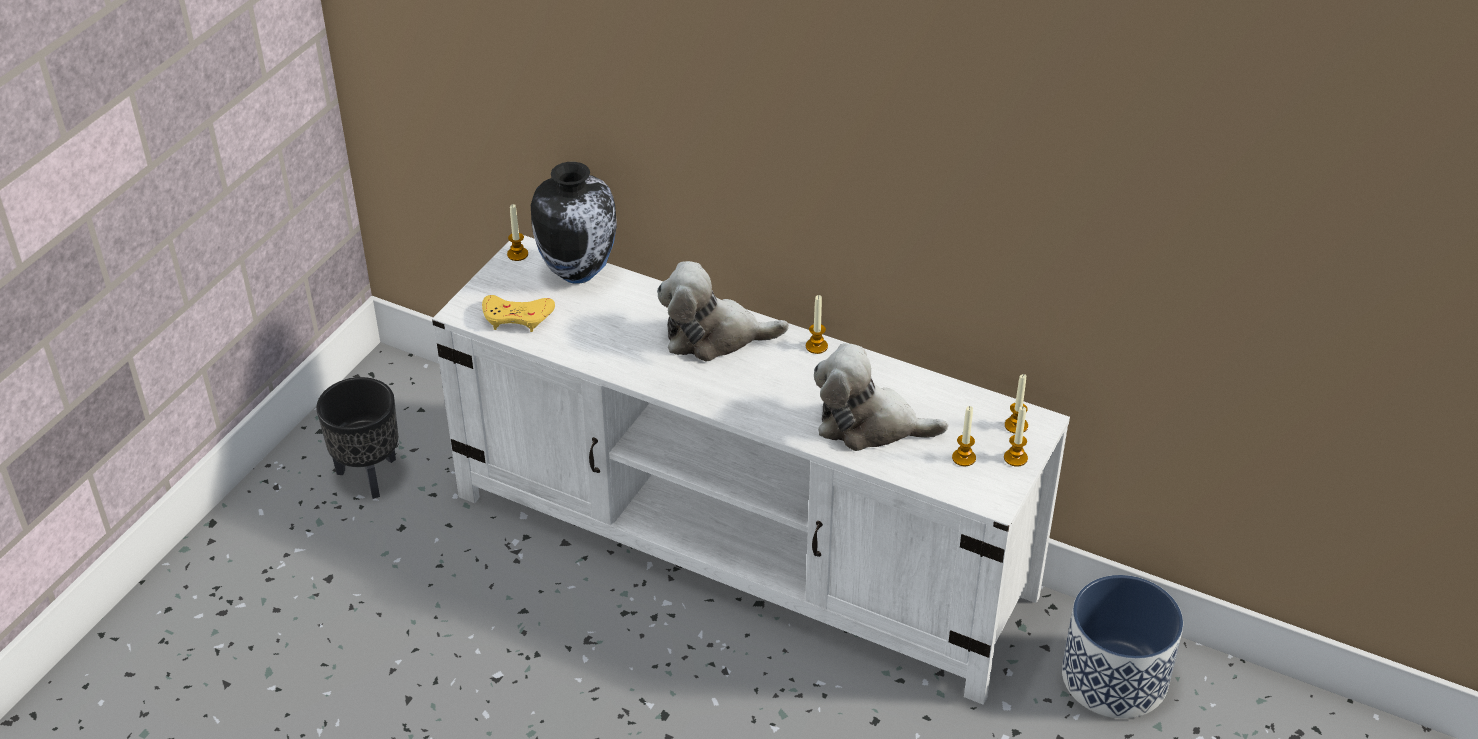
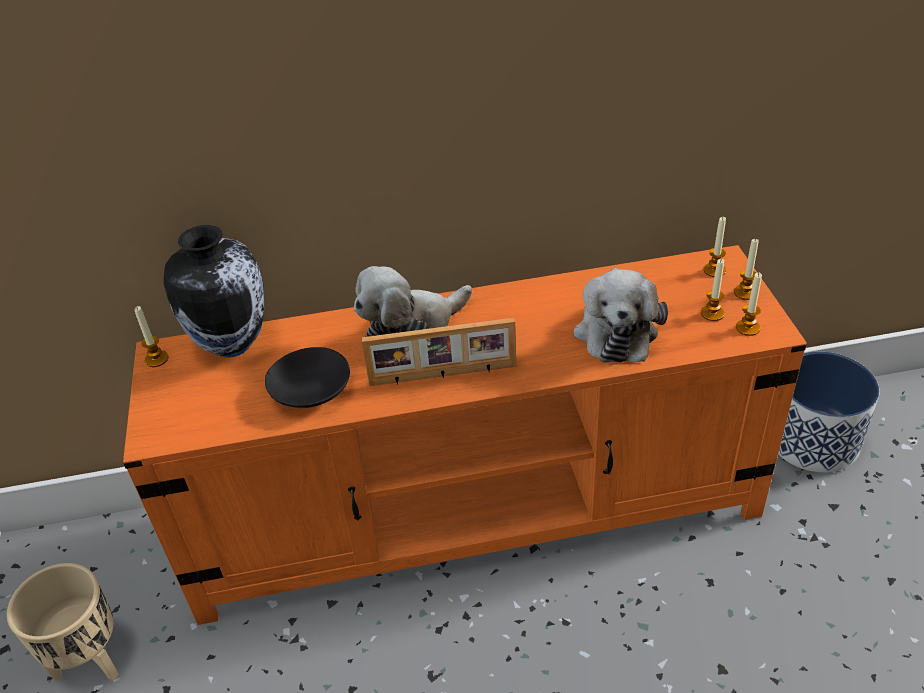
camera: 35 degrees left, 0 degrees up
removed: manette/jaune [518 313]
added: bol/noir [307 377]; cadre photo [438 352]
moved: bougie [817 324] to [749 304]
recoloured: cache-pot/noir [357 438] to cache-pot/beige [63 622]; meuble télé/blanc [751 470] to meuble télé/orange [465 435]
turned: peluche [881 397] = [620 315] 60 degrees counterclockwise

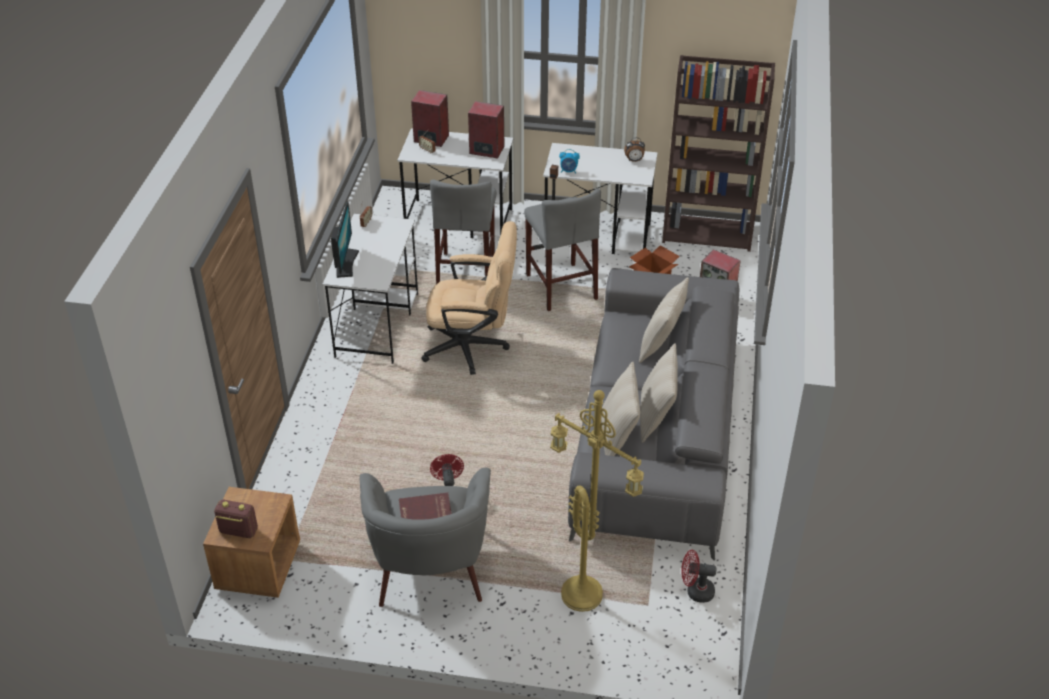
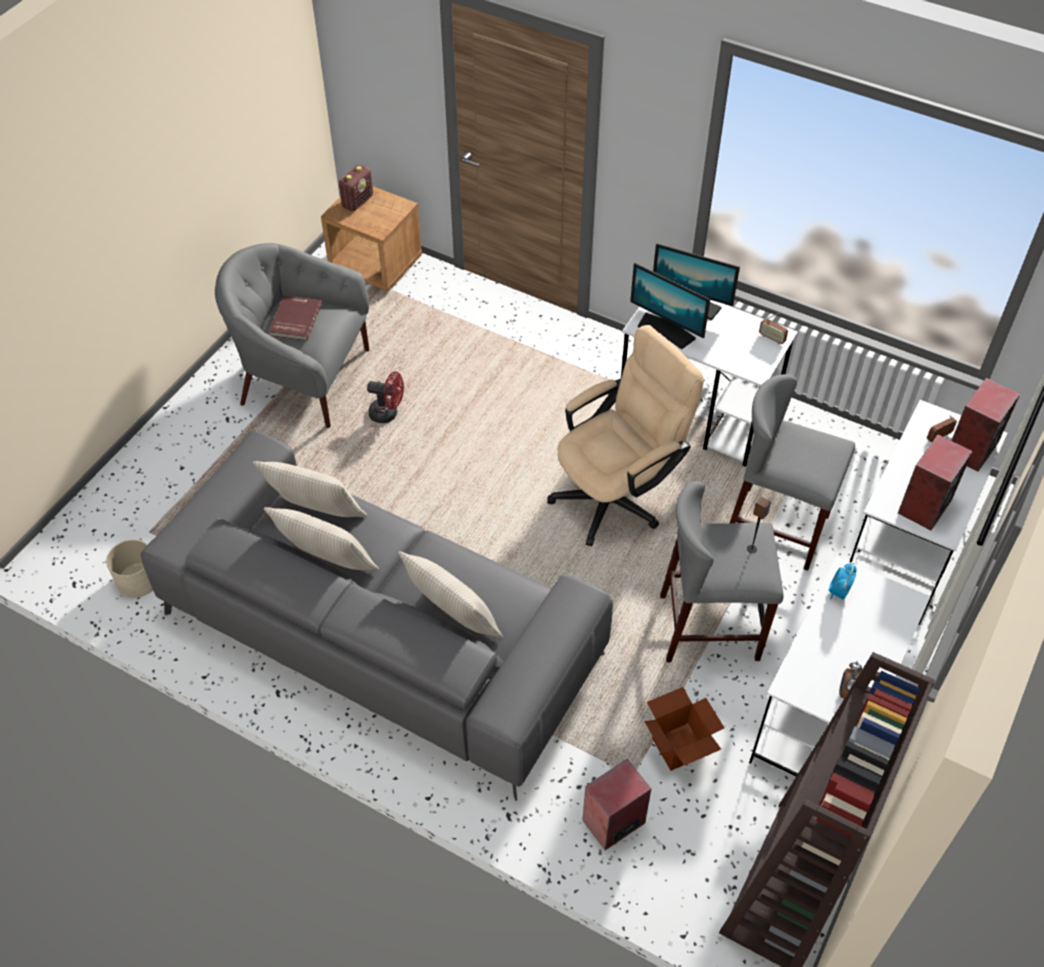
camera: 110 degrees right, 10 degrees up
removed: lampadaire/jaune [597 501]
added: écran d'ordinateur [670 306]
replaced: ventilateur/rouge [698 576] to cache-pot/beige [129 569]
turned: chaise de bureau/beige [469 298] = [625 435] 150 degrees counterclockwise

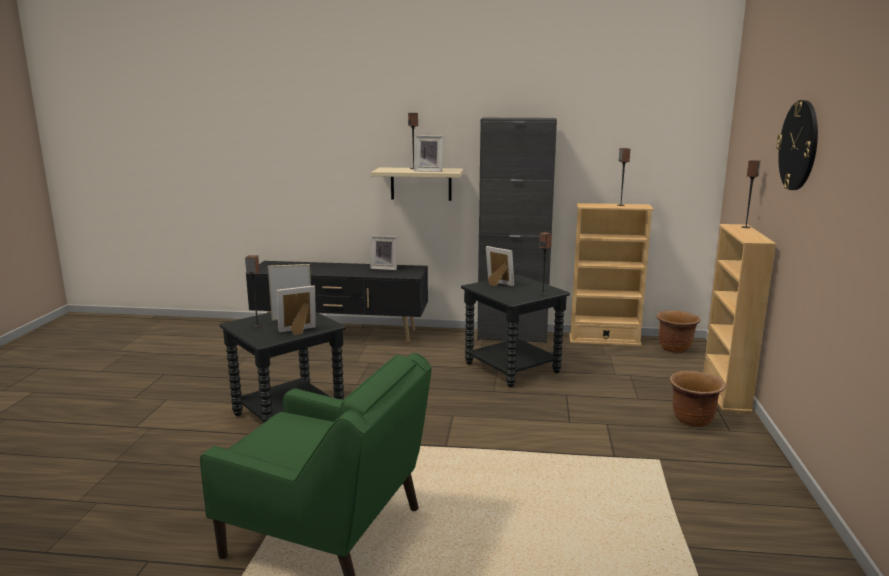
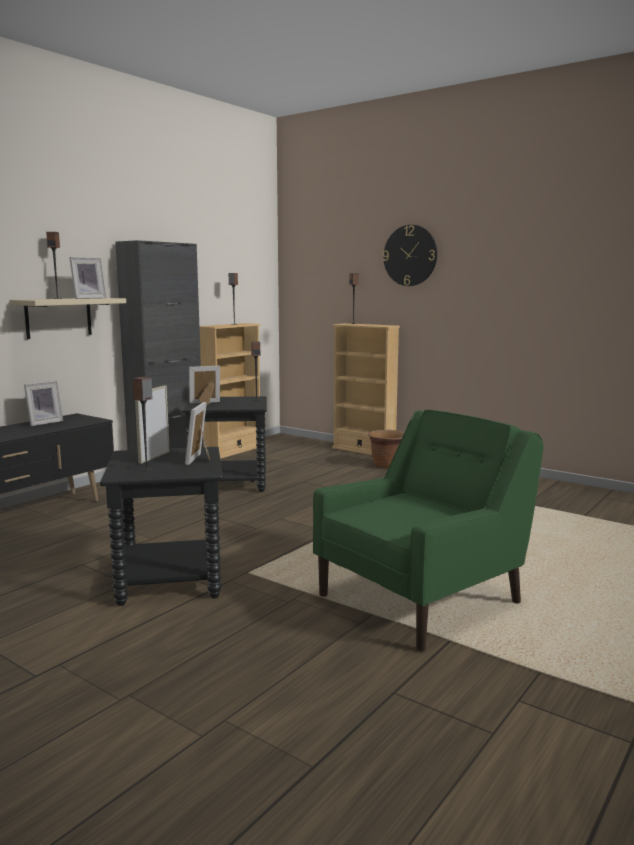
camera: 60 degrees left, 5 degrees down
removed: cache-pot/marron [679 331]

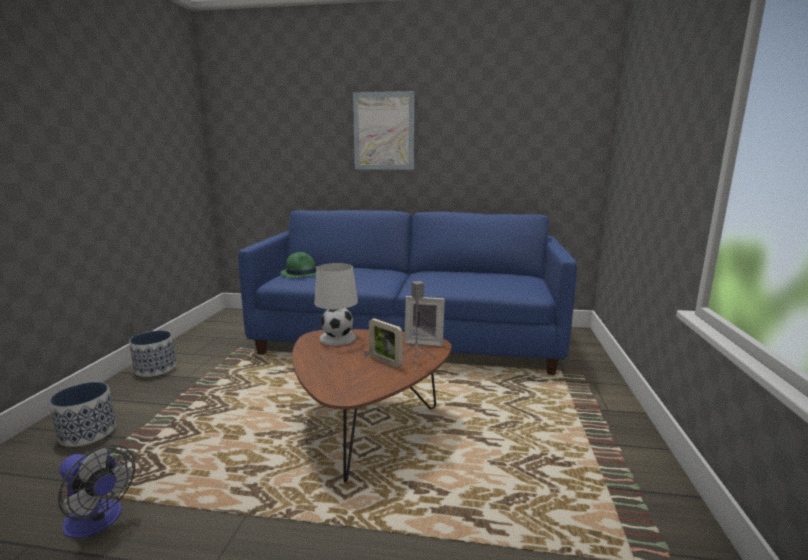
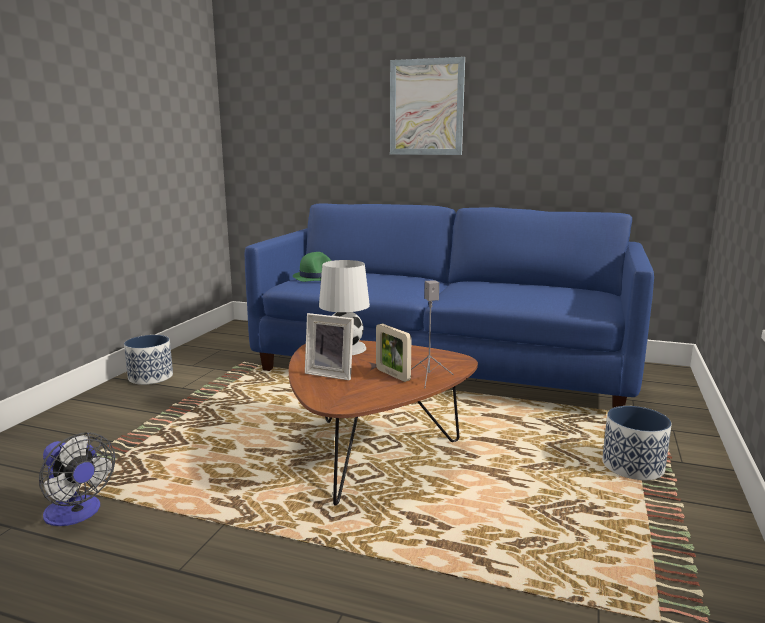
camera: 10 degrees right, 0 degrees up
moved: cadre photo [424 321] to [329 347]; cache-pot [82 414] to [637 443]

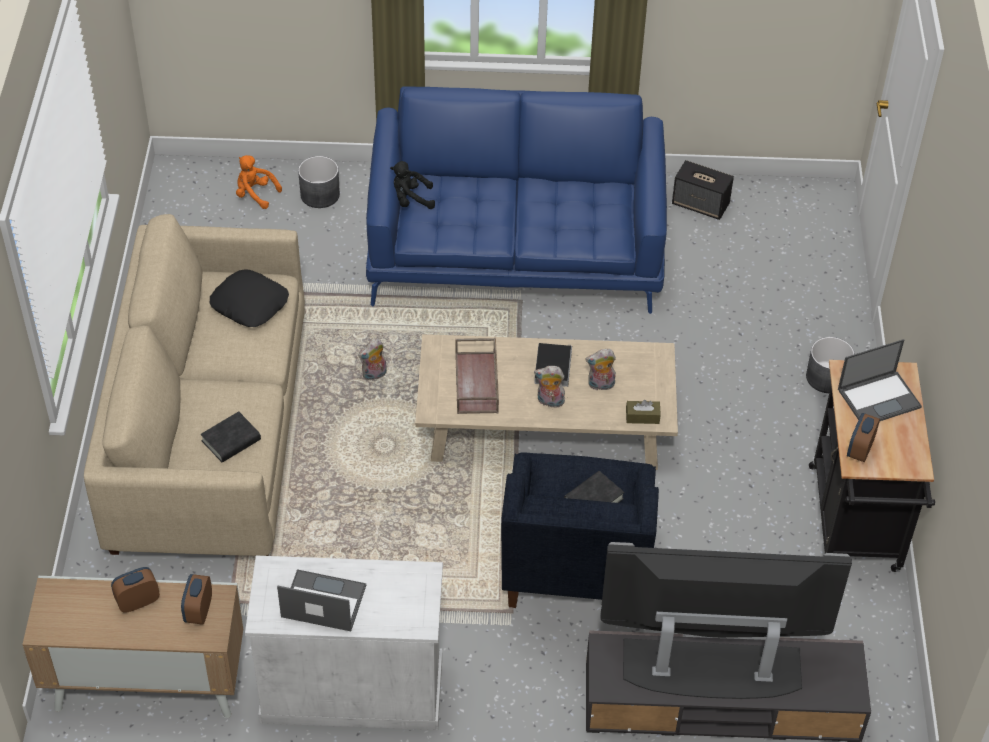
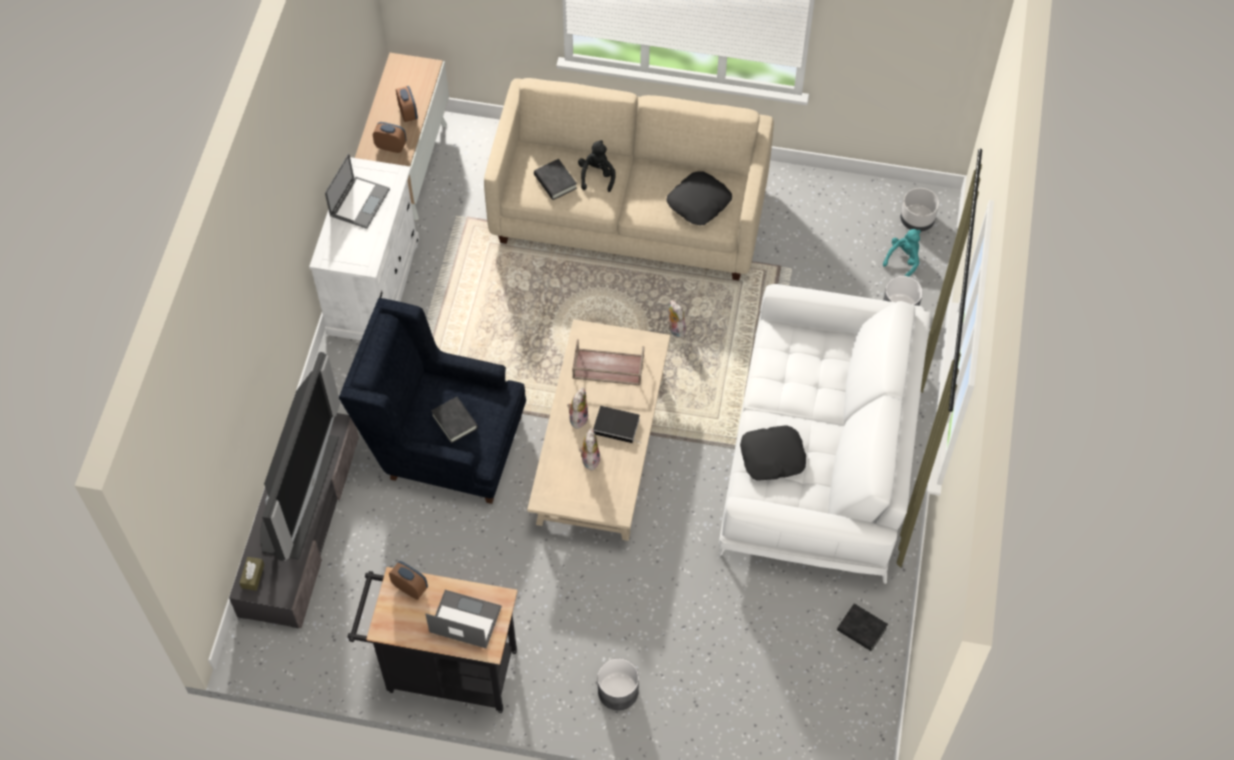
camera: 100 degrees right, 10 degrees up
added: coussin/noir [773 453]; cache-pot/gris [919 210]
moved: boîte à mouchoirs/marron [643 412] to [251 574]; peluche/noir [412 185] to [597 166]
replaced: enceinte [703 190] to livre/noir [862 627]
recoloured: canapé/bleu [516 200] to canapé/blanc [825 434]; peluche/orange [259 182] to peluche/turquoise [902 253]
turned: ordinateur portable [880 380] = [464 619] 120 degrees clockwise

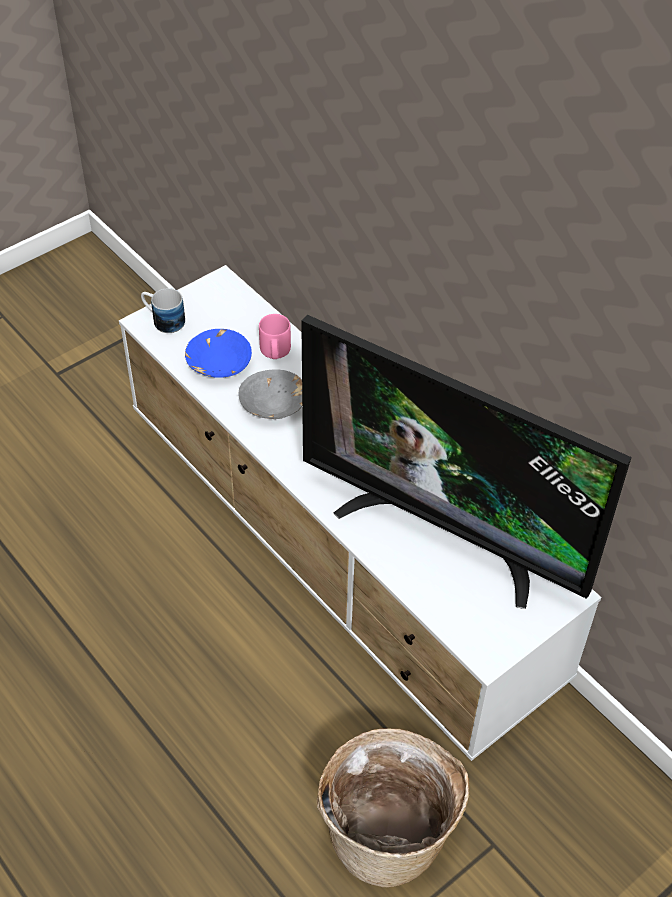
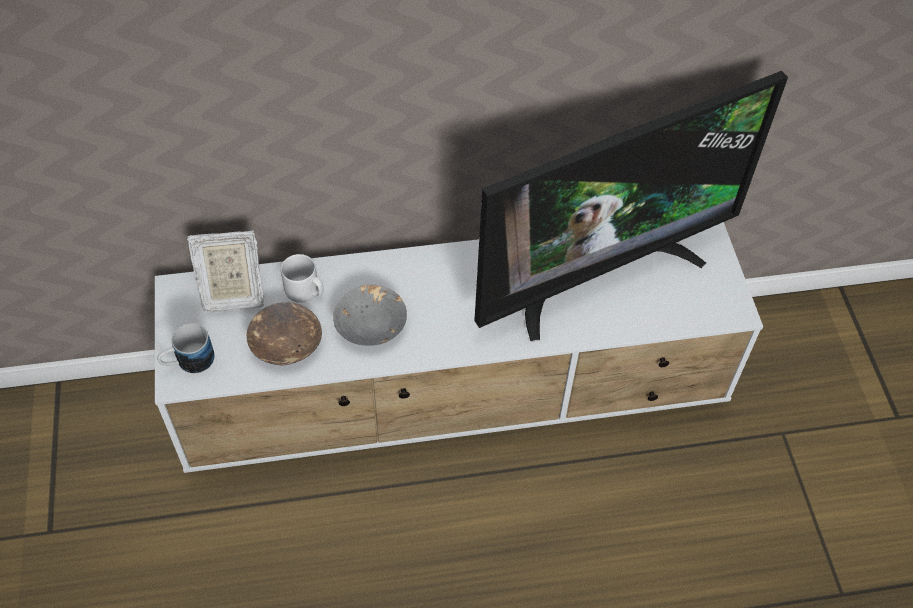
camera: 60 degrees left, 5 degrees up
removed: panier [393 807]
added: cadre photo [225 271]
recoloured: bol/bleu [218 353] to bol/marron [284 334]; mug/rose [275 336] to mug/gris [302 278]

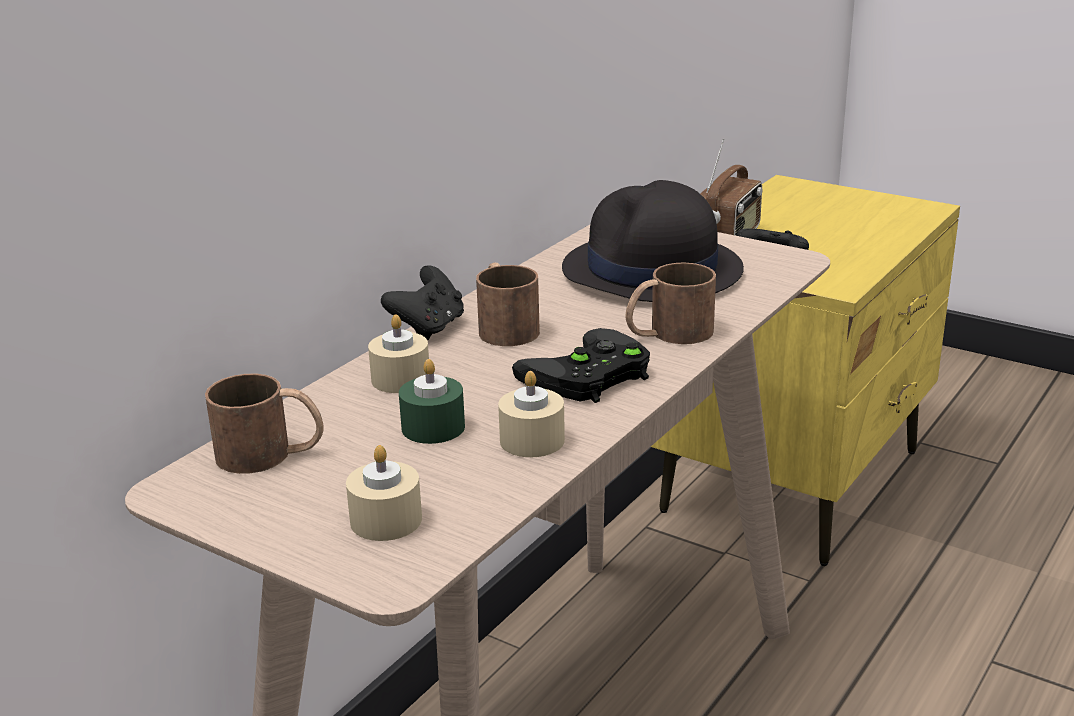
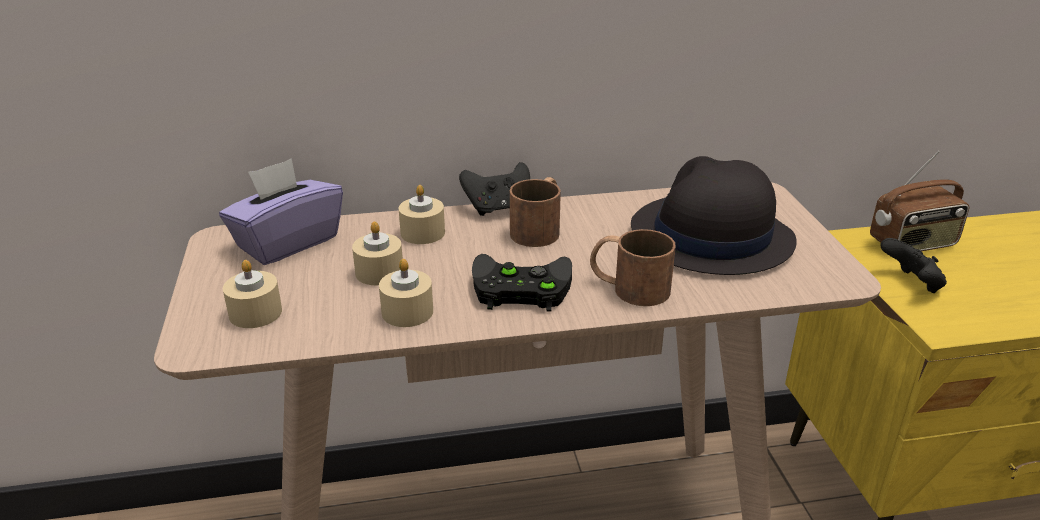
camera: 45 degrees right, 5 degrees up
replaced: mug/marron [264 424] to boîte à mouchoirs/violet [281 212]
recoloured: bougie/vert [432 401] to bougie/beige [377 253]

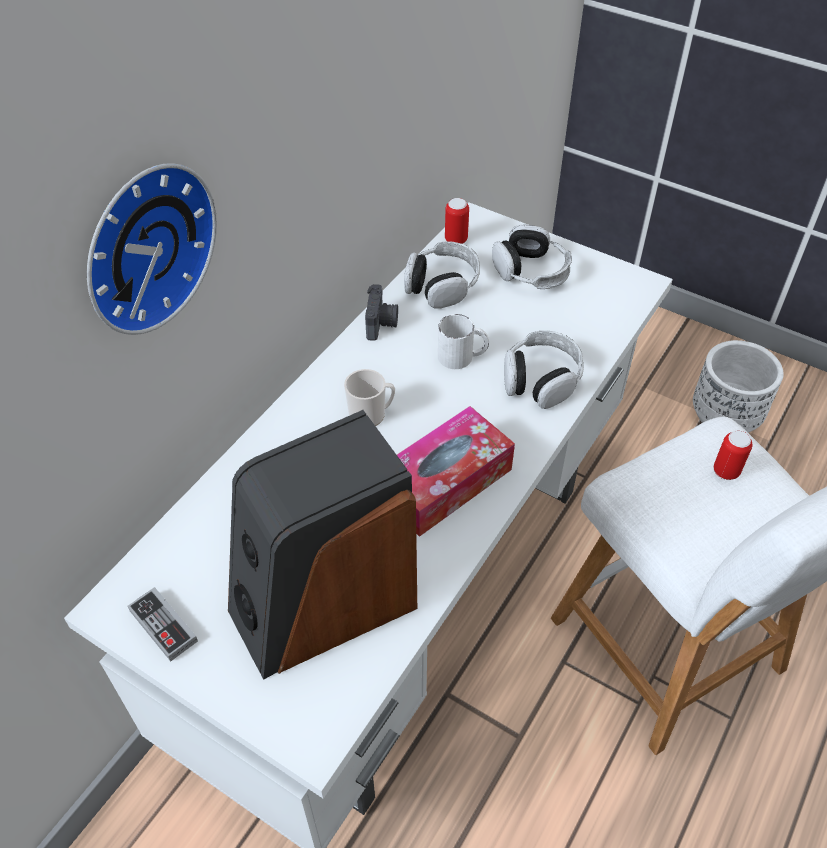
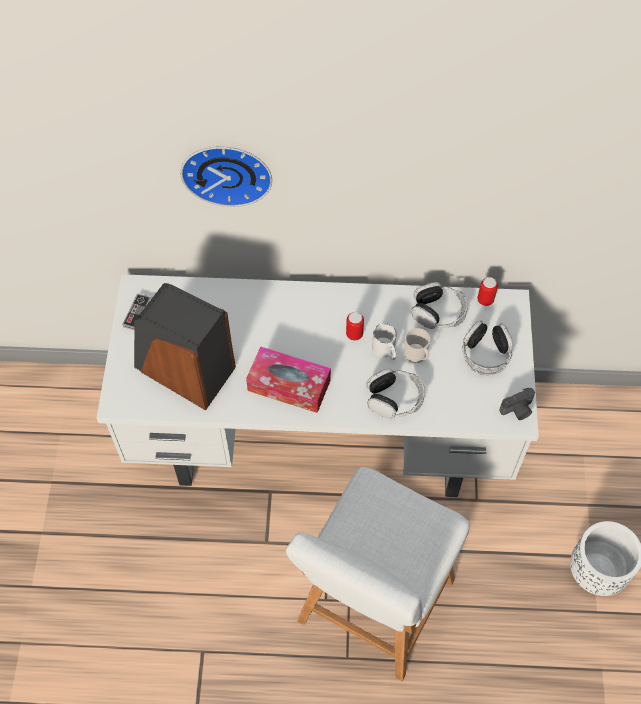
camera: 60 degrees right, 10 degrees up
moved: boîte métallique [733 455] to [355 326]; mug [369 397] to [417 345]; appareil photo [381 312] to [517 403]

